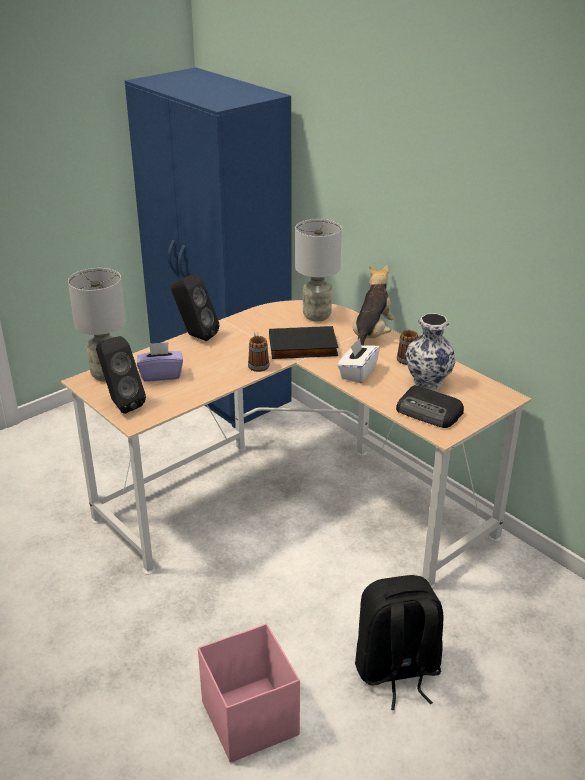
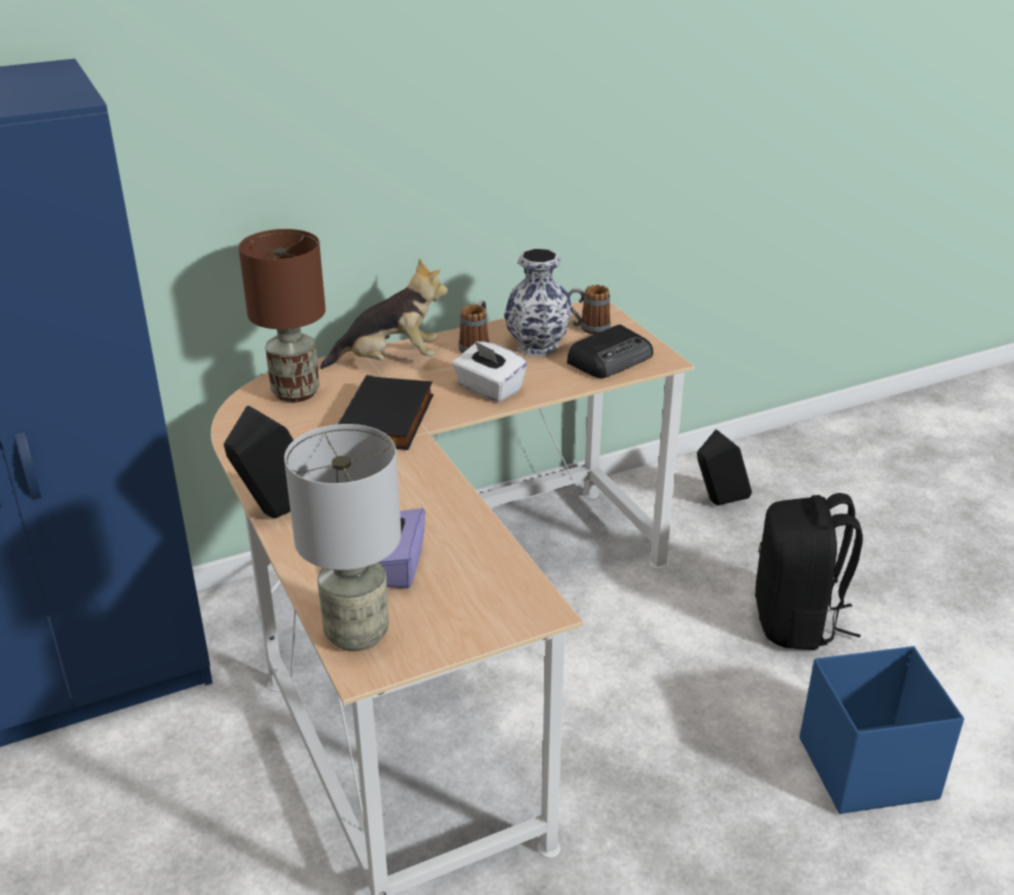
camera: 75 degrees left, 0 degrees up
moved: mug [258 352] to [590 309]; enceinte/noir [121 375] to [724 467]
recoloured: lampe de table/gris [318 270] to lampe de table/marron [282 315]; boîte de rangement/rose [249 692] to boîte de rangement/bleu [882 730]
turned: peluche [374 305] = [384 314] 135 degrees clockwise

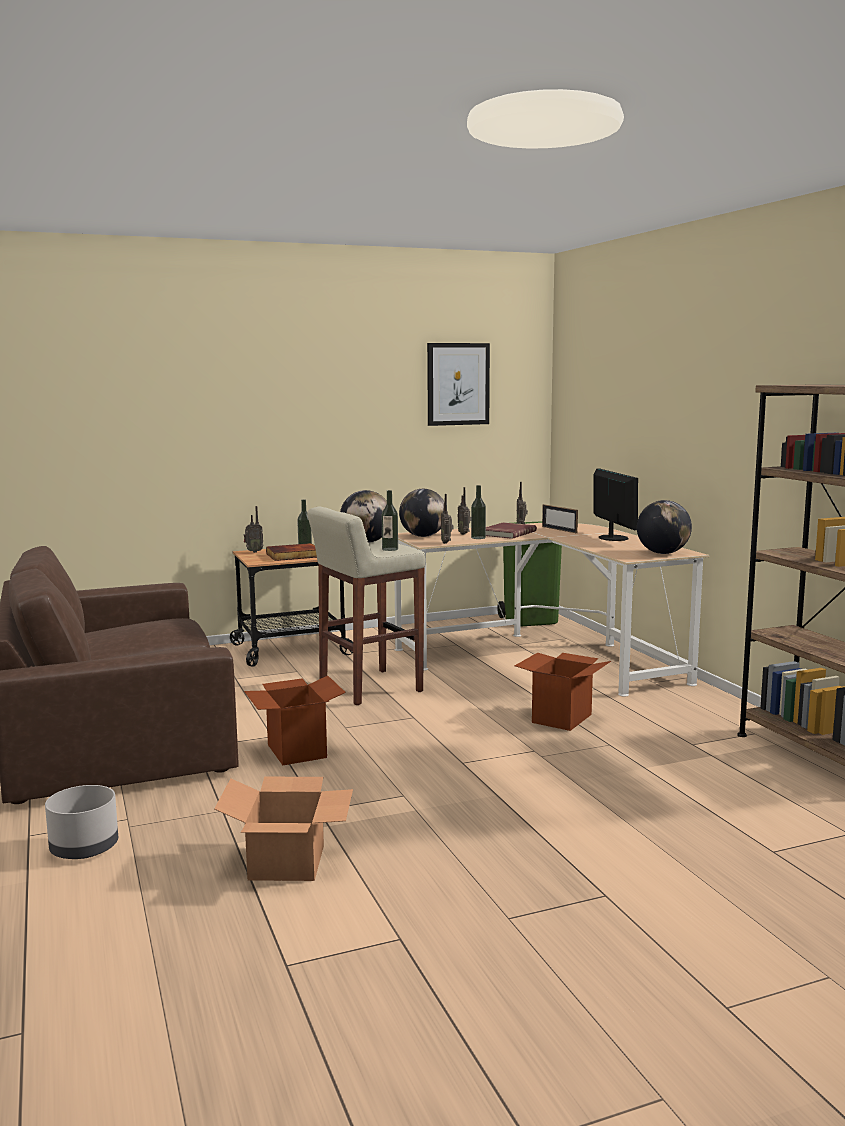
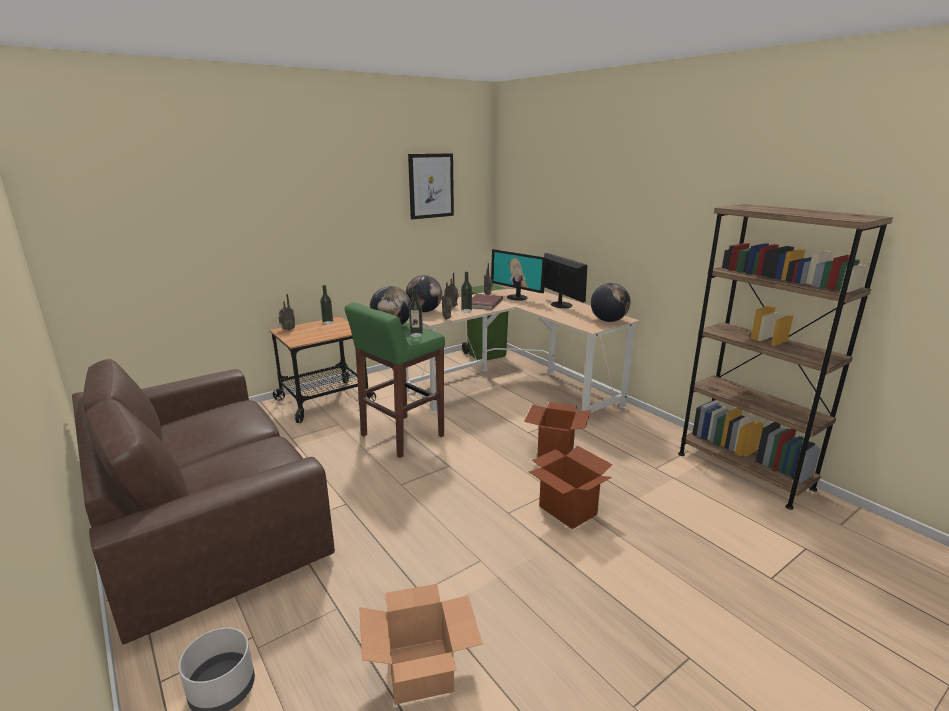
camera: 15 degrees left, 10 degrees up
removed: livre [291 552]
moved: carton [295 720] to [571 487]
replaced: cadre photo [560 518] to écran d'ordinateur [518 275]
recoloured: tabouret/beige [366 606] to tabouret/vert [395 380]

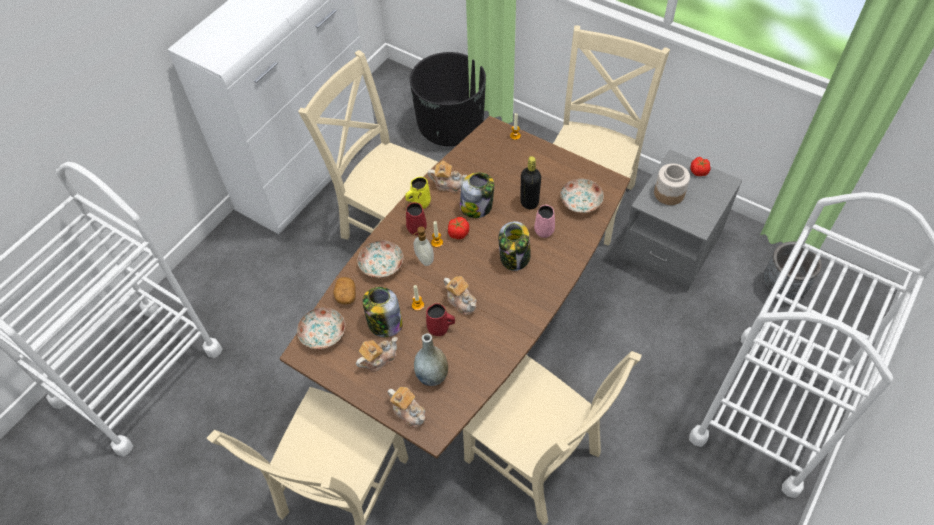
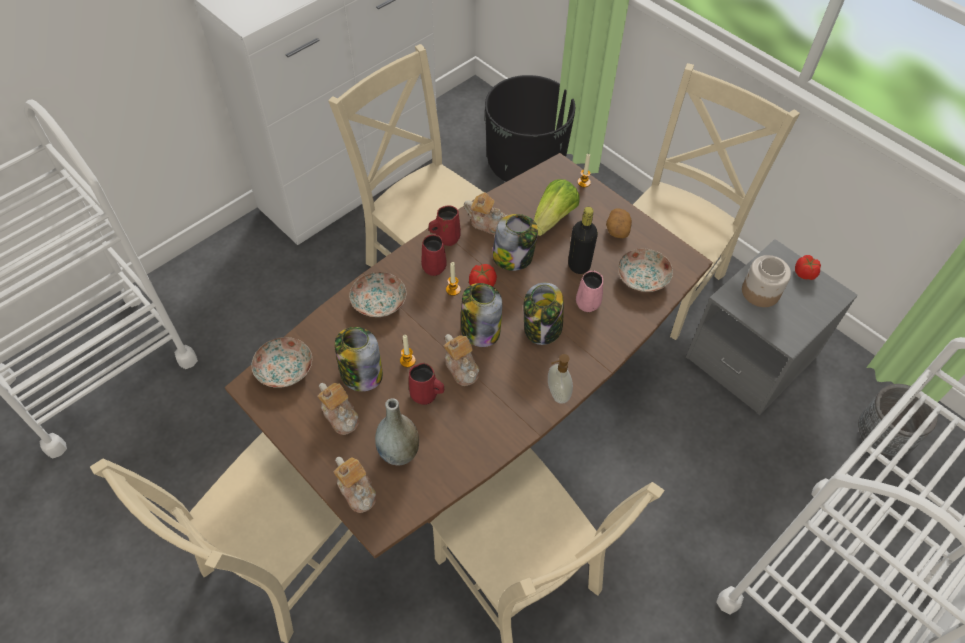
camera: 10 degrees right, 0 degrees up
added: bocal [481 315]; laitue [557 207]
moved: distributeur de savon [423 246] to [560 379]; pomme de terre [344 290] to [619 223]
recoloured: mug/jaune [418 193] to mug/rouge [445 226]
turned: théière [377 353] = [338 409] 75 degrees clockwise

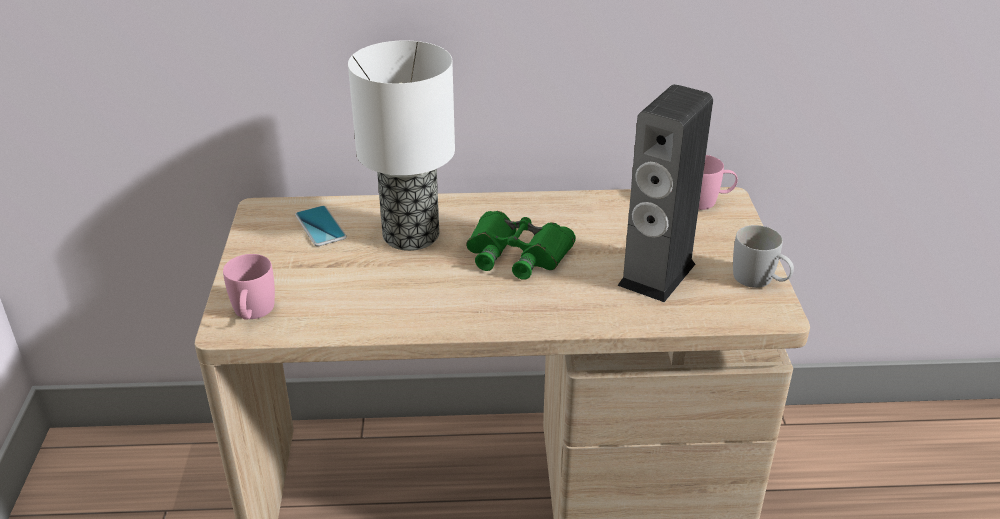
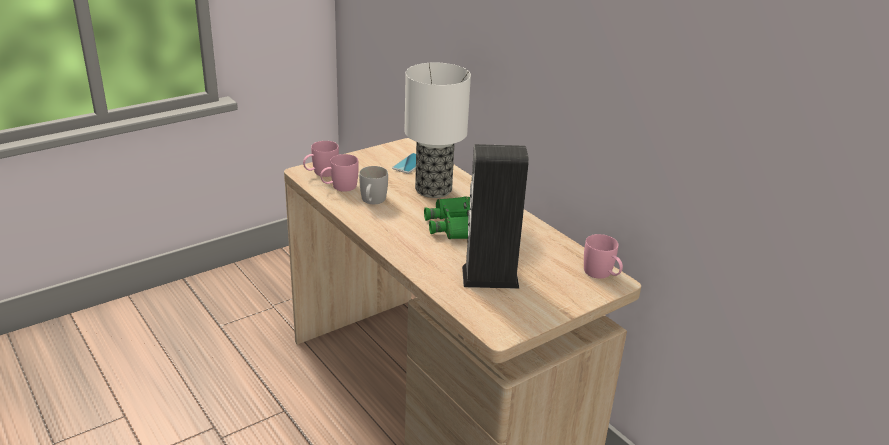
camera: 55 degrees right, 5 degrees down
added: mug/rose [339 173]
moved: mug/blanc [763 256] to [373 185]

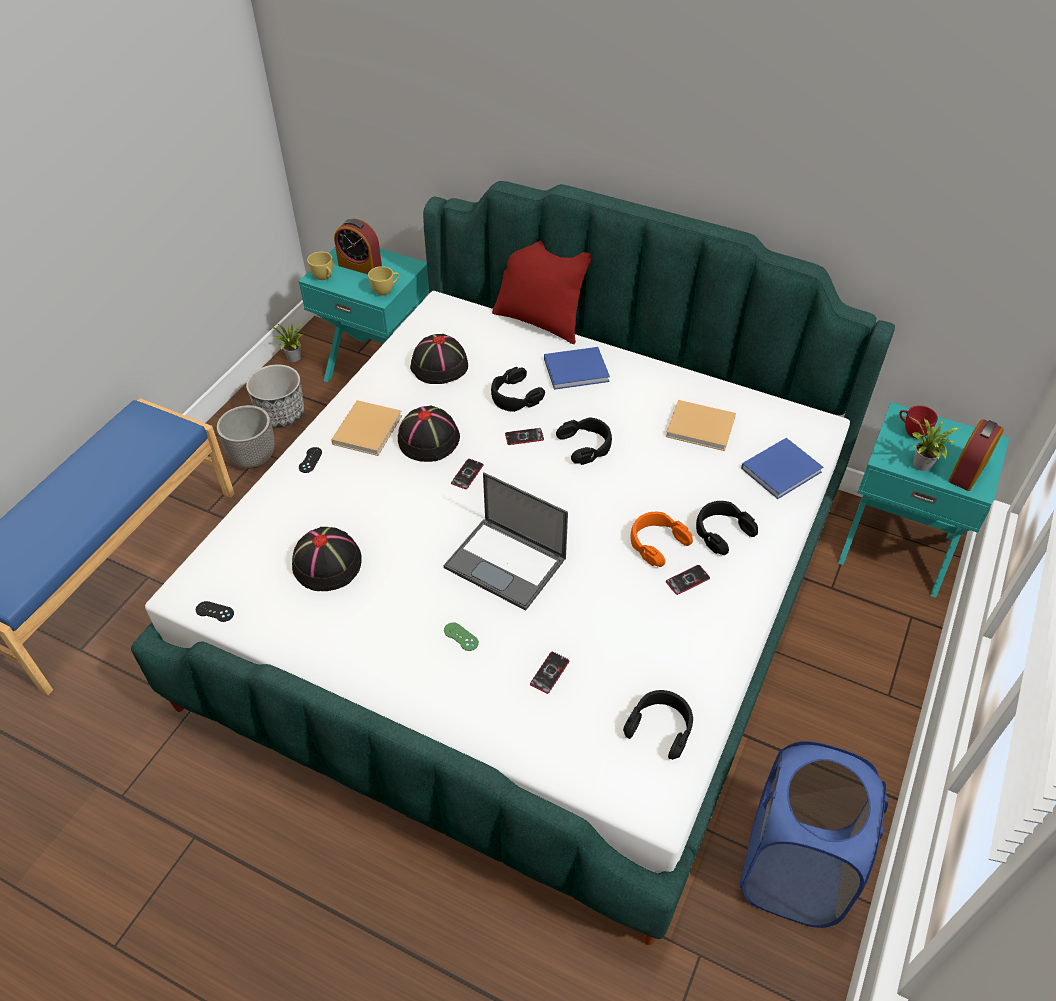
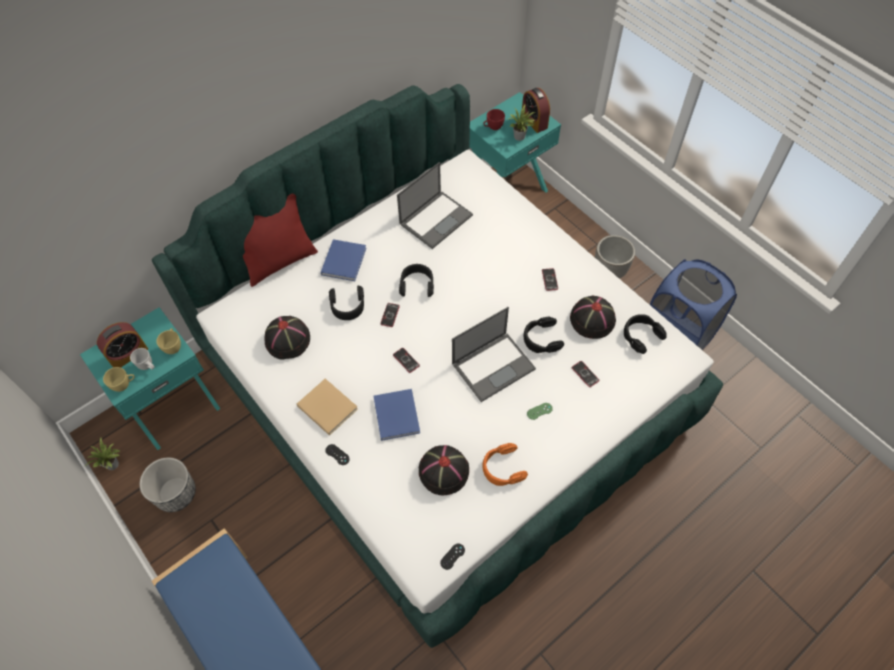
camera: 65 degrees left, 10 degrees up
added: mug/blanc [142 359]
moved: livre/bleu [782 468] to [397 415]; casque audio/orange [662 539] to [505 464]; casque audio/noir [727 528] to [544 334]; chapeau/noir [429 433] to [593 317]; cache-pot [246 437] to [615 257]
replaced: livre/beige [701 425] to ordinateur portable [435 205]

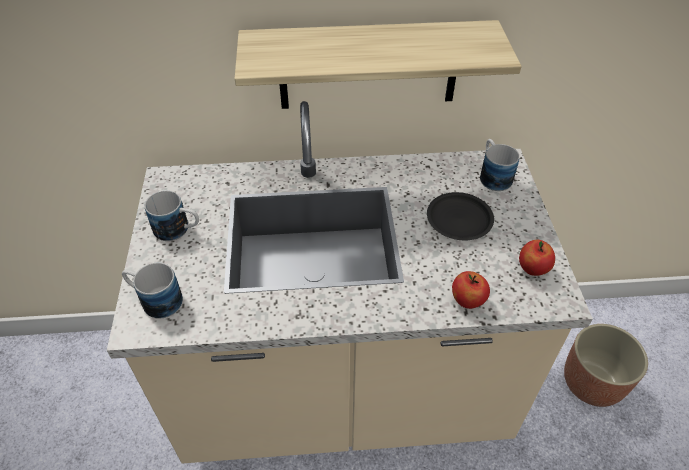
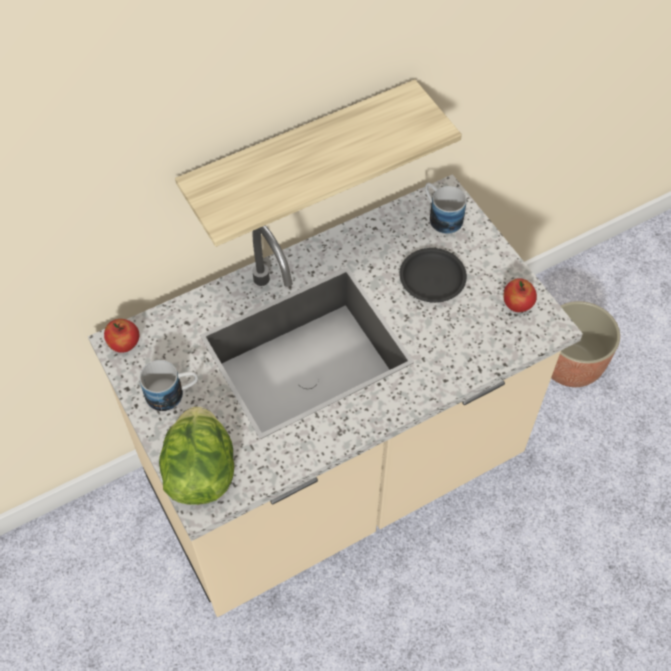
camera: 25 degrees left, 10 degrees up
moved: pomme [471 290] to [121 336]
replaced: mug [152 291] to laitue [196 455]

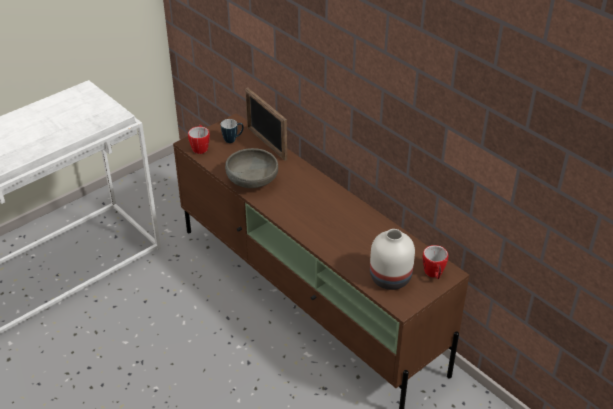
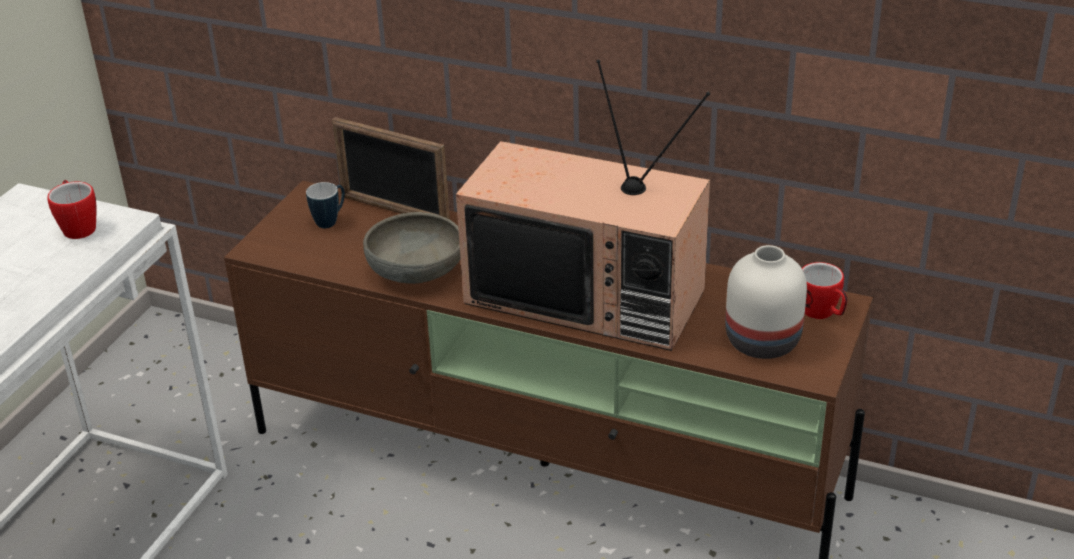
camera: 25 degrees left, 5 degrees down
added: téléviseur [583 205]
moved: mug [199 139] to [71 209]

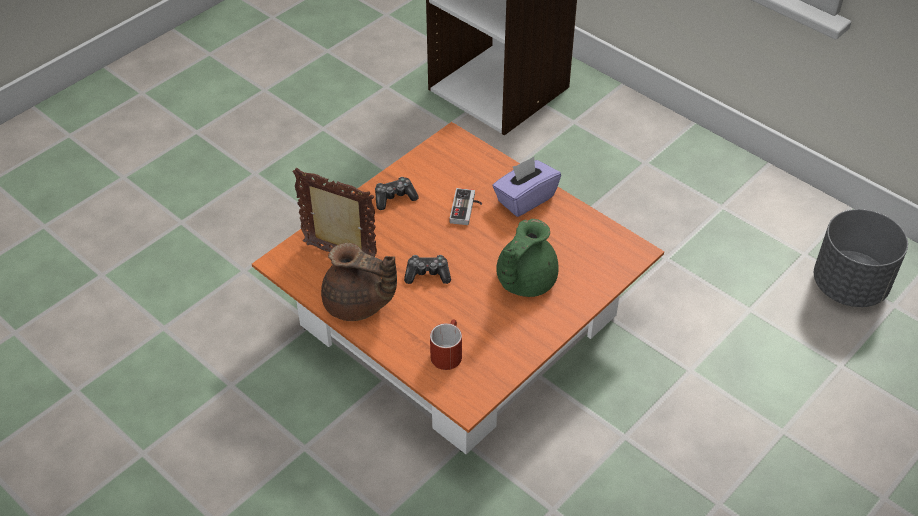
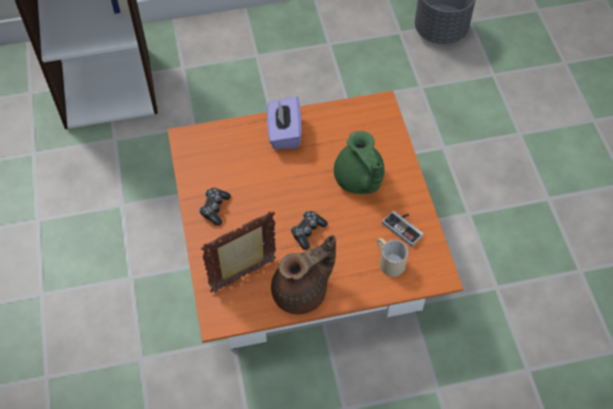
camera: 55 degrees left, 10 degrees up
moved: manette [465 206] to [403 228]
recoloured: mug/rouge [446 344] to mug/beige [392 257]

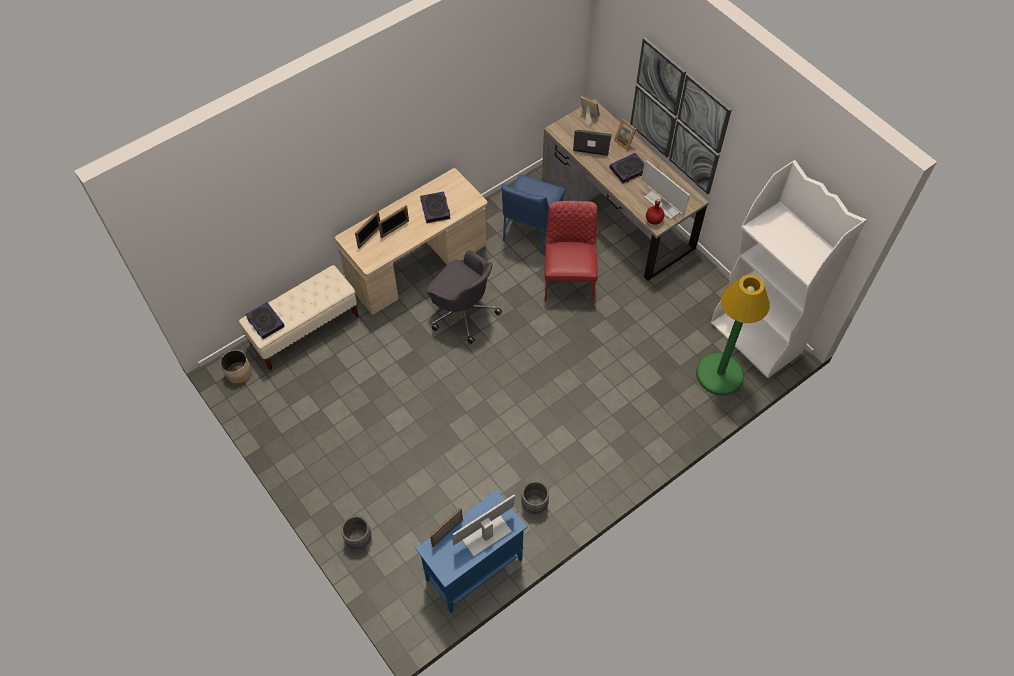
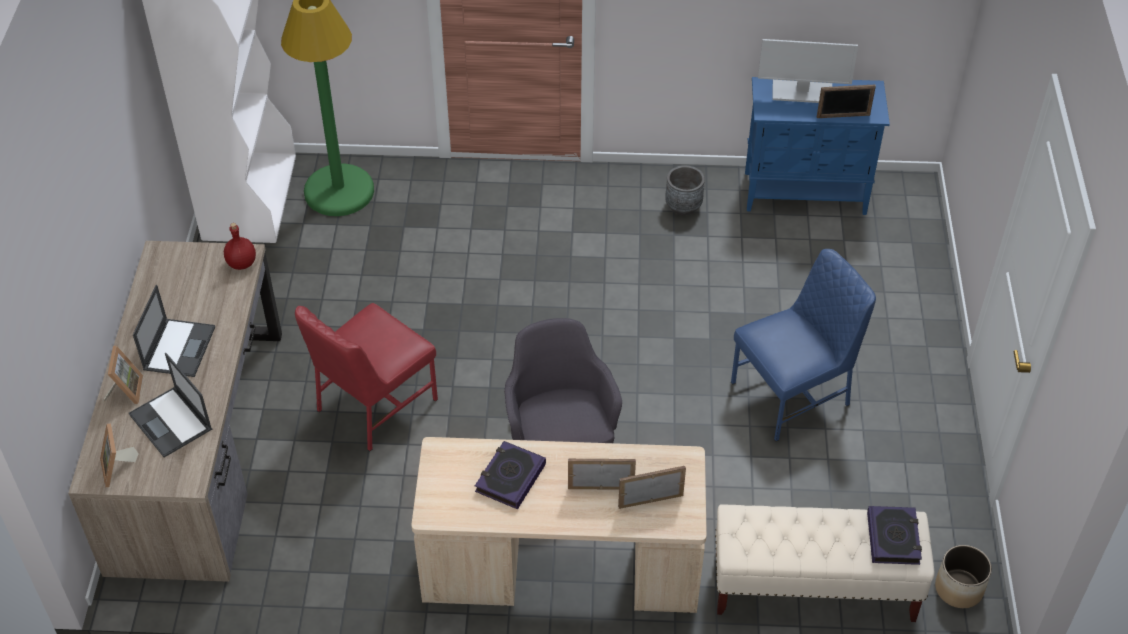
camera: 140 degrees left, 10 degrees down
removed: cache-pot/gris [356 532]; tableau [681 115]; écran d'ordinateur [665 190]
moved: chaise/bleu [533 214] to [803 345]
replaced: livre [627 168] to ordinateur portable [174 331]

